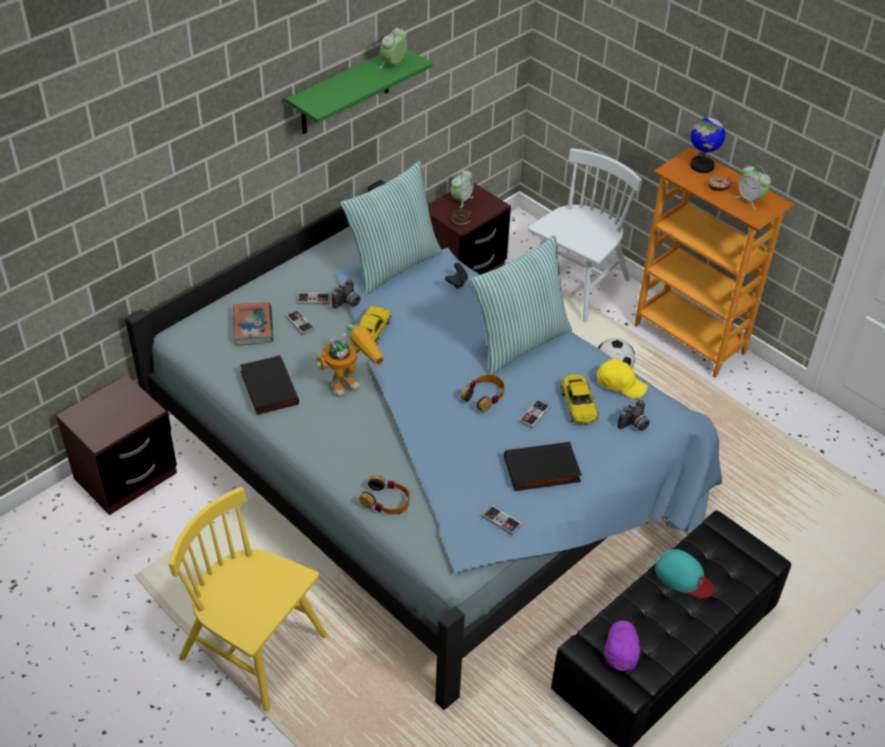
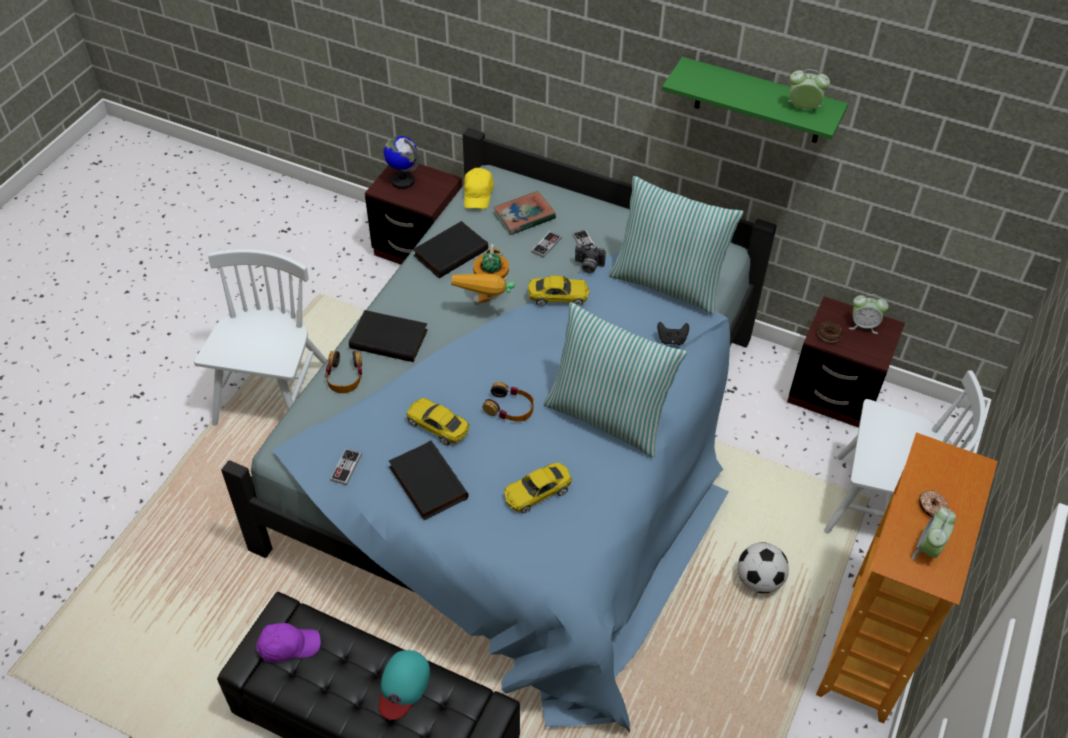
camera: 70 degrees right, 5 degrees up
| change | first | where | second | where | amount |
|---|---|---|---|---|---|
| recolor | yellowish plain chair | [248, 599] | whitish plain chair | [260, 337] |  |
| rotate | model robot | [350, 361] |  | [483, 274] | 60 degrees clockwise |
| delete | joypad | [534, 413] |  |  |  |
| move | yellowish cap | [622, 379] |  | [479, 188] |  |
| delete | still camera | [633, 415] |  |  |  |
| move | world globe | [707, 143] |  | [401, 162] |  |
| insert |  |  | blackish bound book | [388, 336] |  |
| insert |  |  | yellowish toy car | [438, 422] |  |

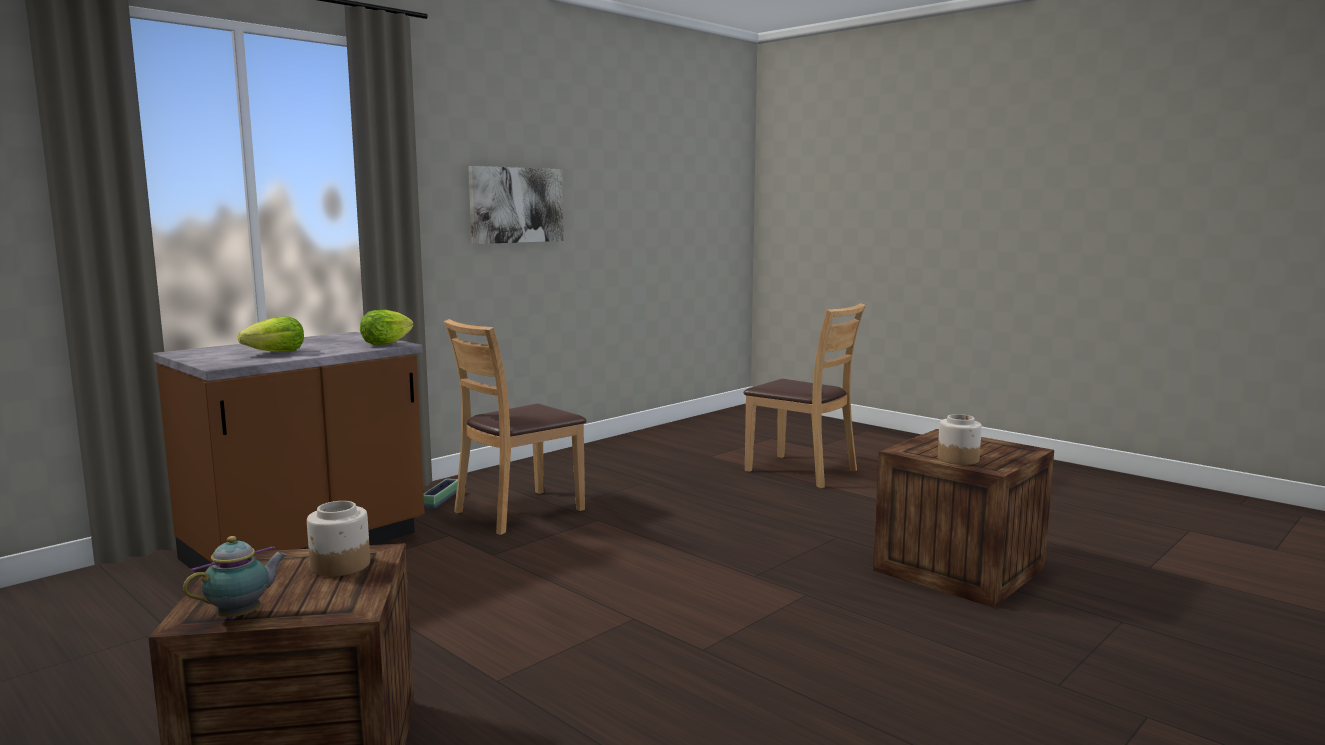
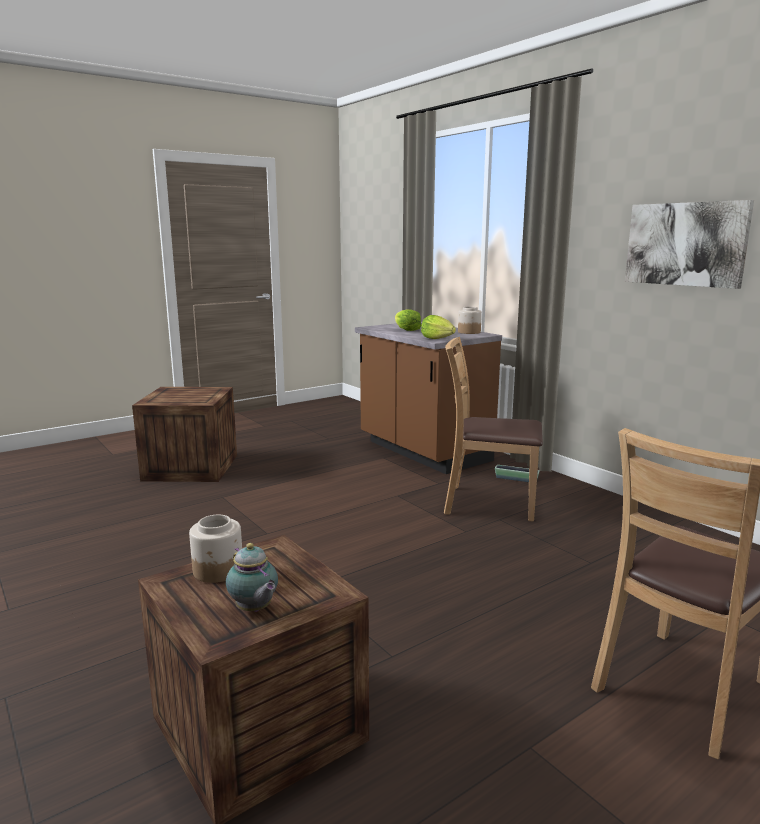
camera: 100 degrees right, 5 degrees up
| change | first | where | second | where | amount |
|---|---|---|---|---|---|
| move | pot for tea | [235, 578] |  | [252, 577] |  |
| move | storage jar | [338, 539] |  | [470, 320] |  |
| rotate | brown-coloured plain chair | [515, 427] |  | [493, 429] | 45 degrees counterclockwise |

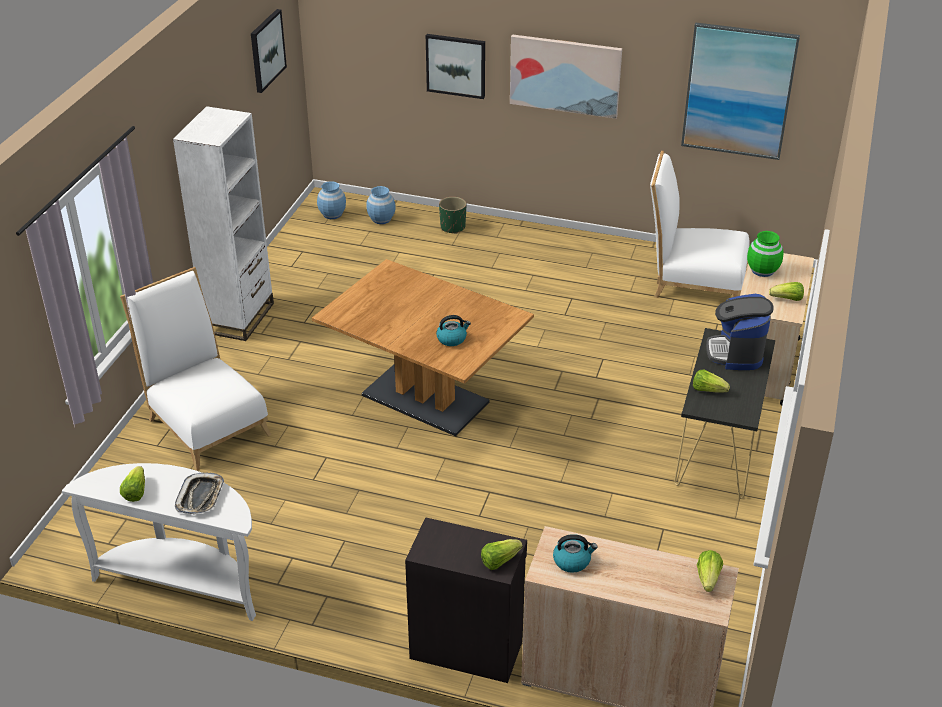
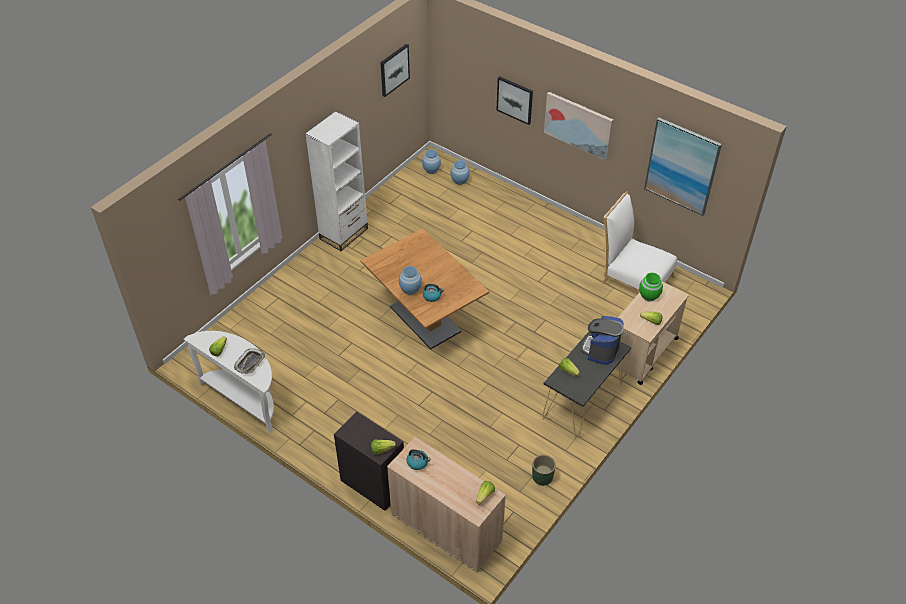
camera: 20 degrees right, 10 degrees up
| change | first | where | second | where | amount |
|---|---|---|---|---|---|
| delete | whitish plain chair | [195, 369] |  |  |  |
| move | green-coloured plant pot | [452, 215] |  | [544, 470] |  |
| insert |  |  | blue-coloured flower vase | [410, 280] |  |

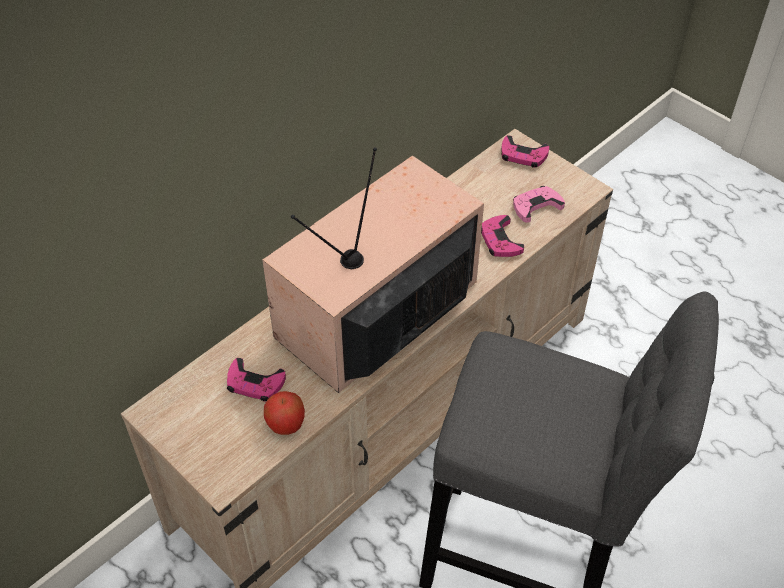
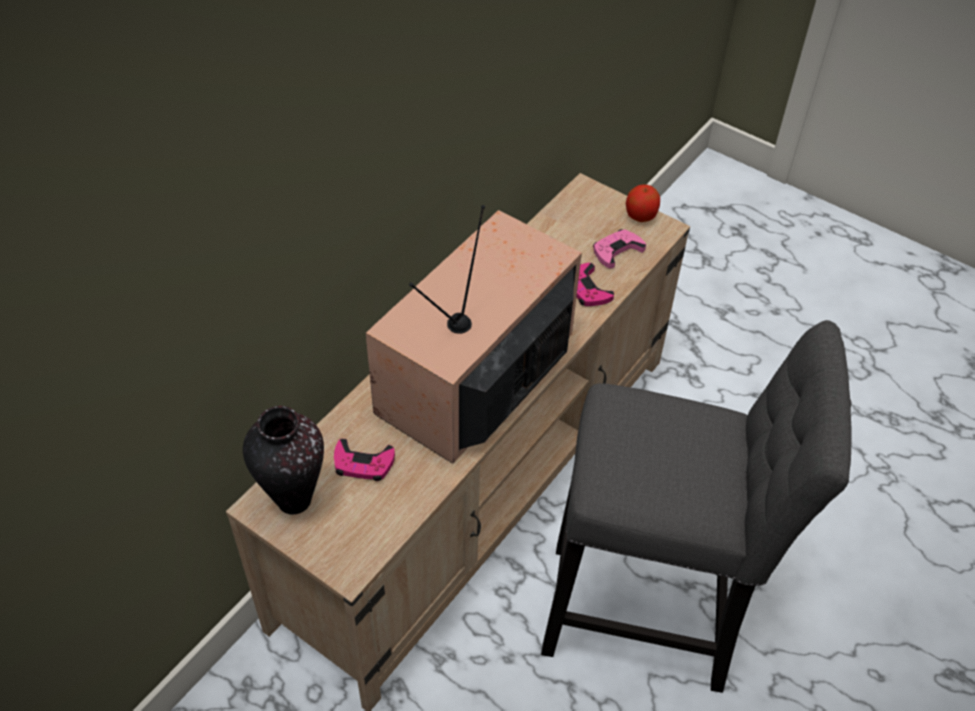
camera: 10 degrees left, 0 degrees up
| change | first | where | second | where | amount |
|---|---|---|---|---|---|
| move | apple fruit | [284, 413] |  | [643, 203] |  |
| delete | pinkish joypad | [525, 151] |  |  |  |
| insert |  |  | flower vase | [283, 460] |  |

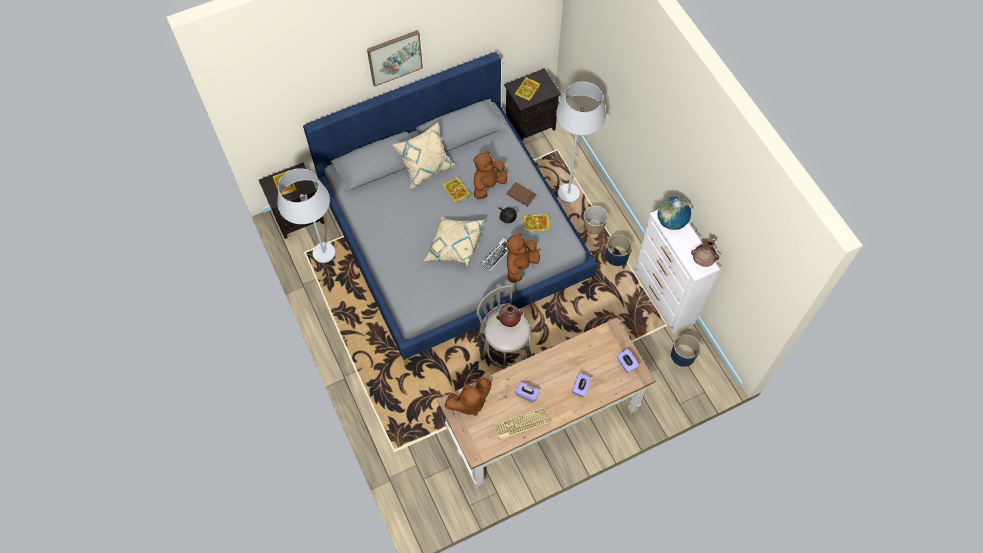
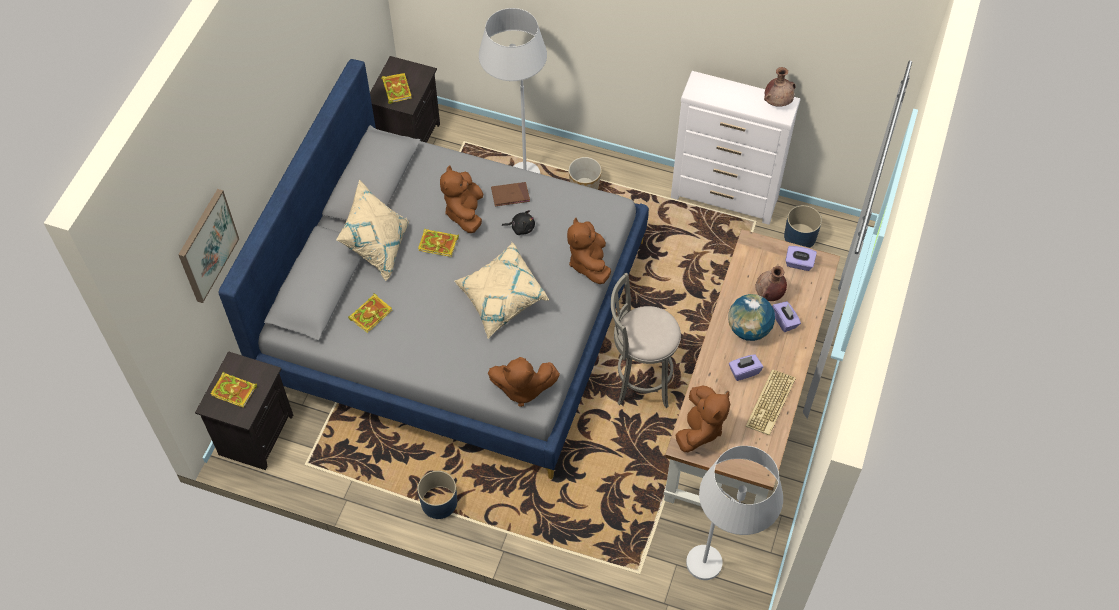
camera: 45 degrees left, 5 degrees down
| change | first | where | second | where | amount |
|---|---|---|---|---|---|
| move | whitish standing lamp | [306, 215] |  | [734, 513] |  |
| move | picture | [395, 58] |  | [208, 246] |  |
| delete | PC keyboard | [494, 255] |  |  |  |
| move | brown-coloured flower vase | [509, 315] |  | [771, 283] |  |
| move | bound book | [536, 223] |  | [370, 313] |  |
| move | blue-coloured plant pot | [618, 250] |  | [437, 495] |  |
| move | world globe | [674, 213] |  | [751, 317] |  |
| insert |  |  | brown-coloured cuddly toy | [524, 382] |  |

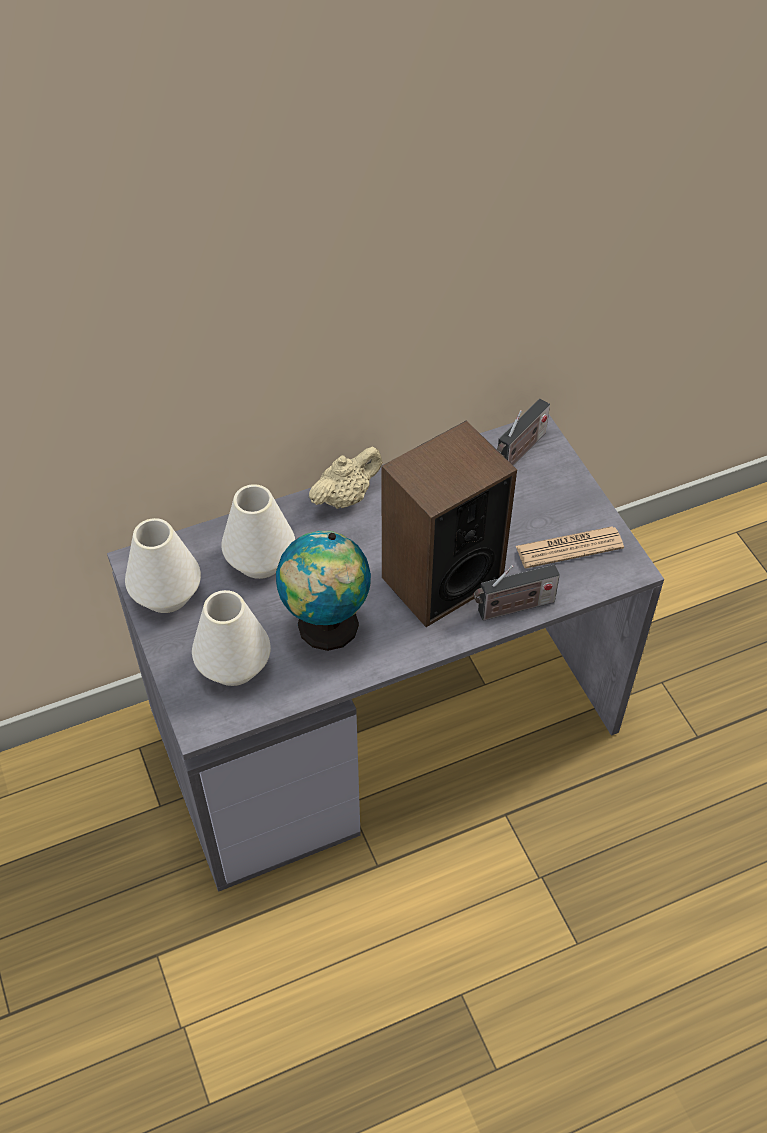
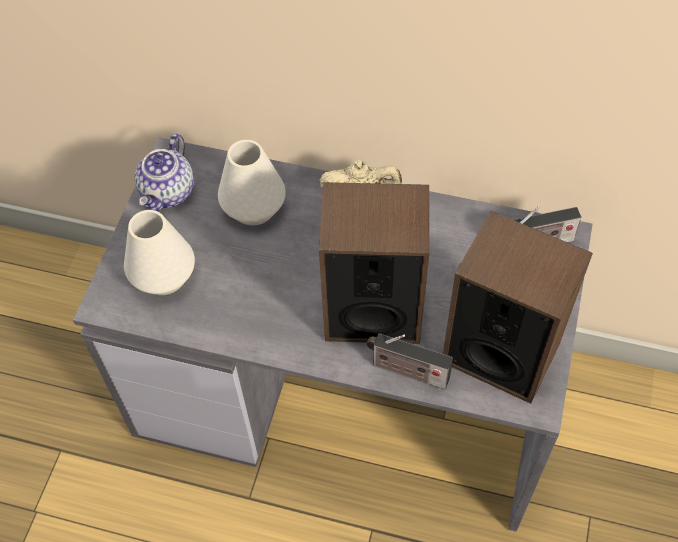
camera: 40 degrees right, 5 degrees up
| change | first | where | second | where | amount |
|---|---|---|---|---|---|
| replace | whitish flower vase | [163, 565] | pot for tea | [164, 172] |  |
| delete | world globe | [323, 591] |  |  |  |
| replace | printed paper | [570, 547] | audio speaker | [518, 307] |  |

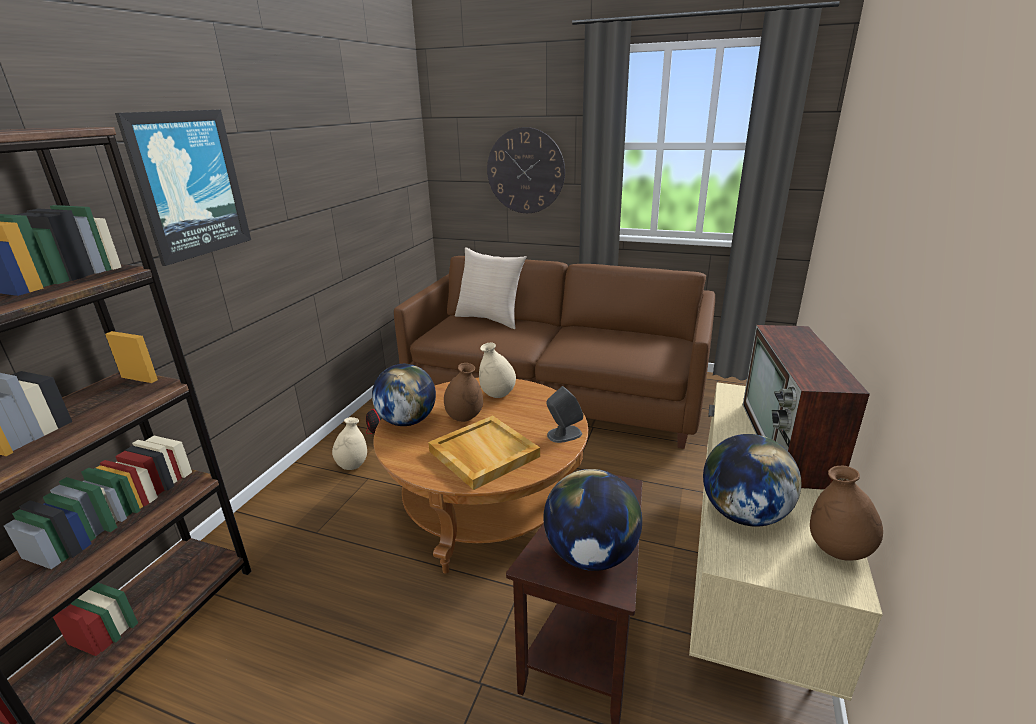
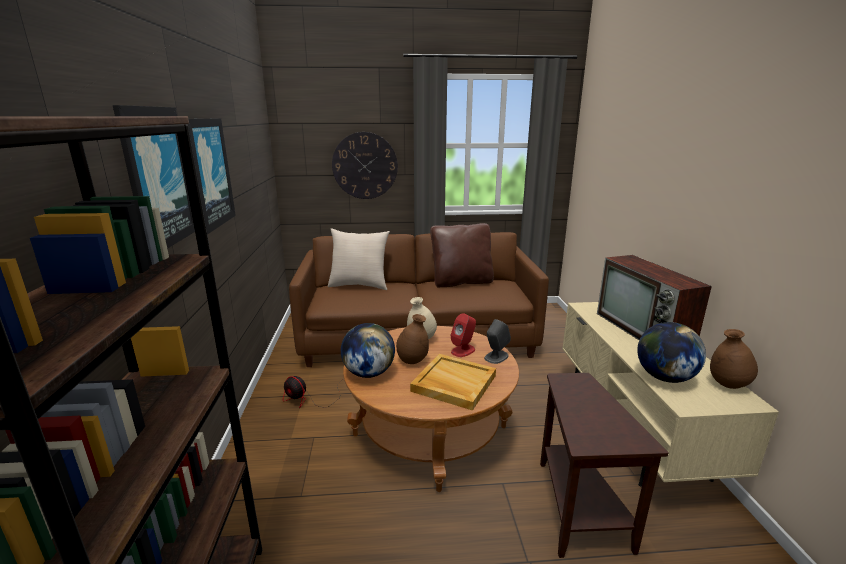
camera: 25 degrees left, 5 degrees down
| change | first | where | second | where | amount |
|---|---|---|---|---|---|
| delete | beige flower vase | [349, 443] |  |  |  |
| delete | world globe | [592, 520] |  |  |  |
| insert |  |  | picture | [212, 176] |  |
| insert |  |  | brown-coloured pillow | [462, 255] |  |
| insert |  |  | red audio speaker | [463, 335] |  |

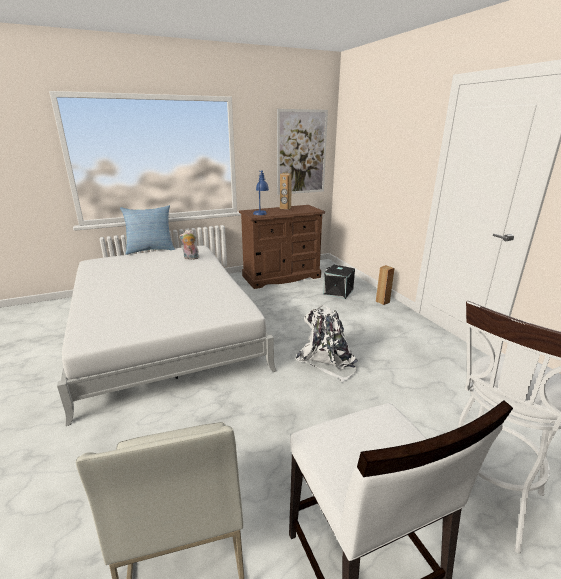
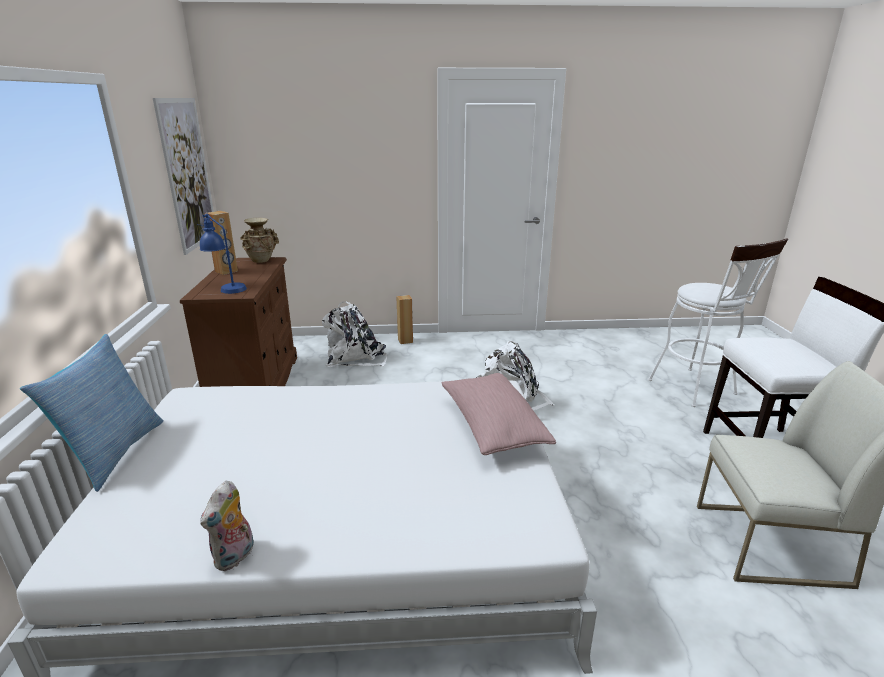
camera: 70 degrees left, 0 degrees up
| change | first | where | second | where | amount |
|---|---|---|---|---|---|
| move | cuddly toy | [189, 245] |  | [227, 526] |  |
| replace | blackish storage bin | [339, 282] | whitish backpack | [354, 334] |  |
| insert |  |  | beige flower vase | [259, 240] |  |
| insert |  |  | pinkish pillow | [499, 414] |  |

